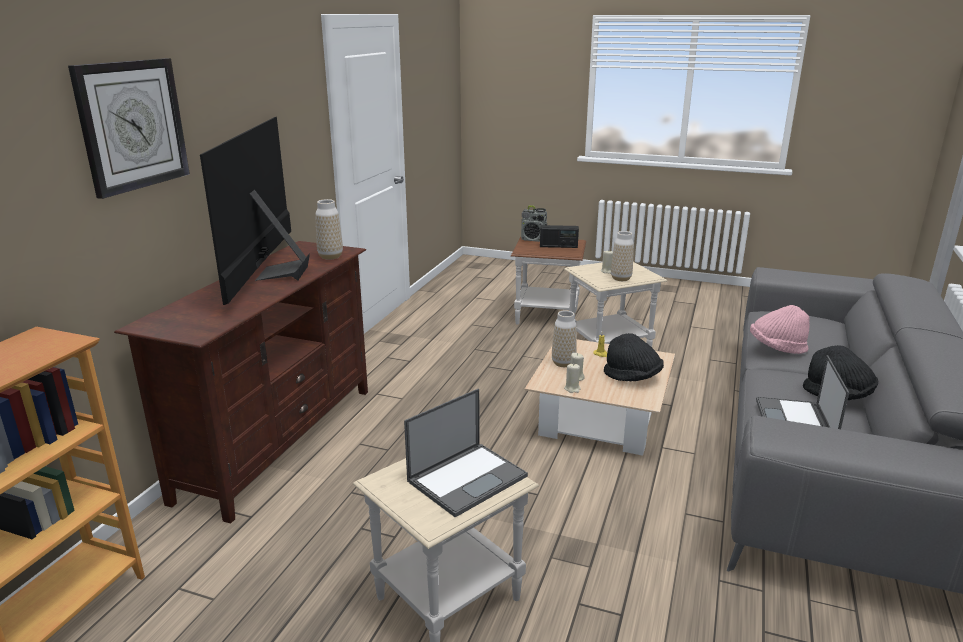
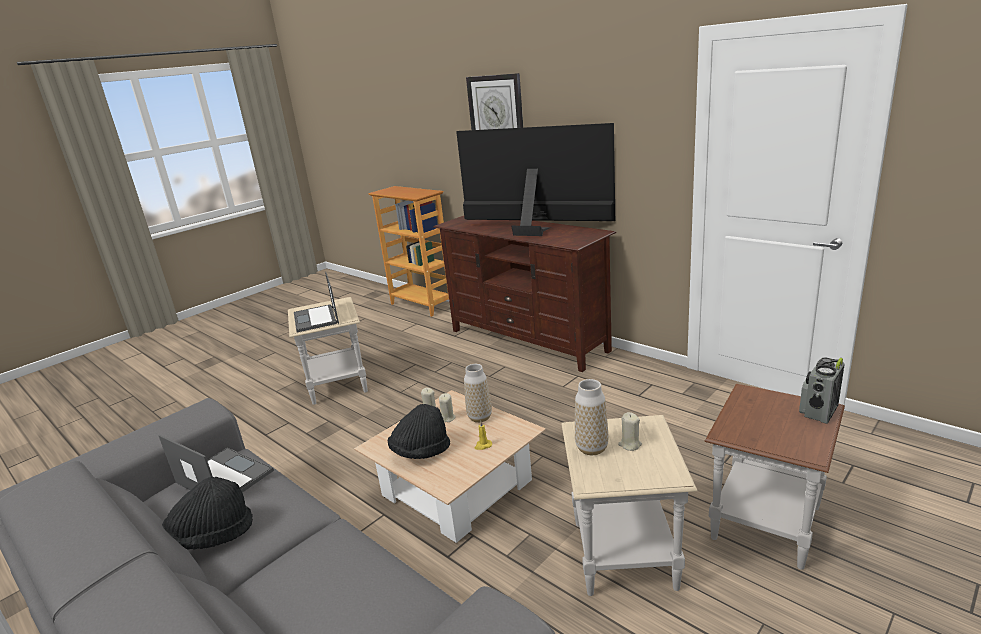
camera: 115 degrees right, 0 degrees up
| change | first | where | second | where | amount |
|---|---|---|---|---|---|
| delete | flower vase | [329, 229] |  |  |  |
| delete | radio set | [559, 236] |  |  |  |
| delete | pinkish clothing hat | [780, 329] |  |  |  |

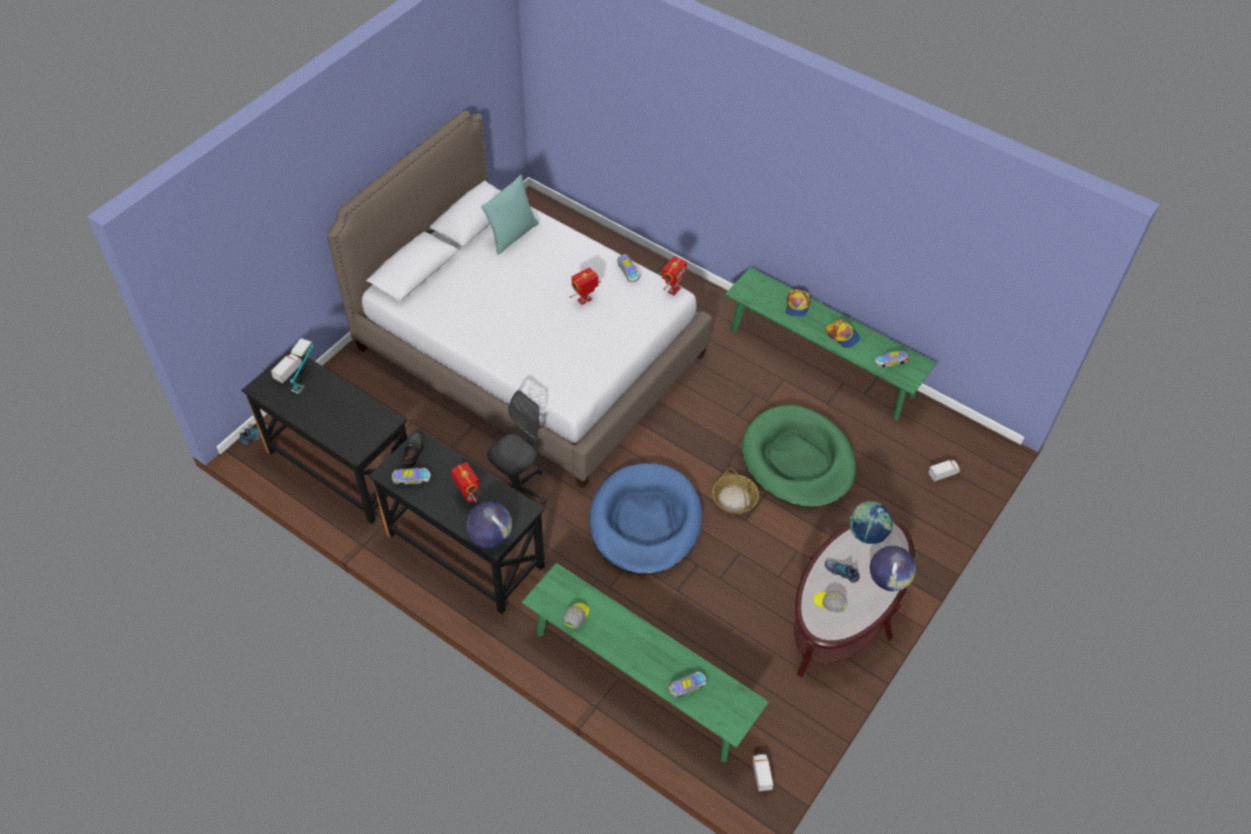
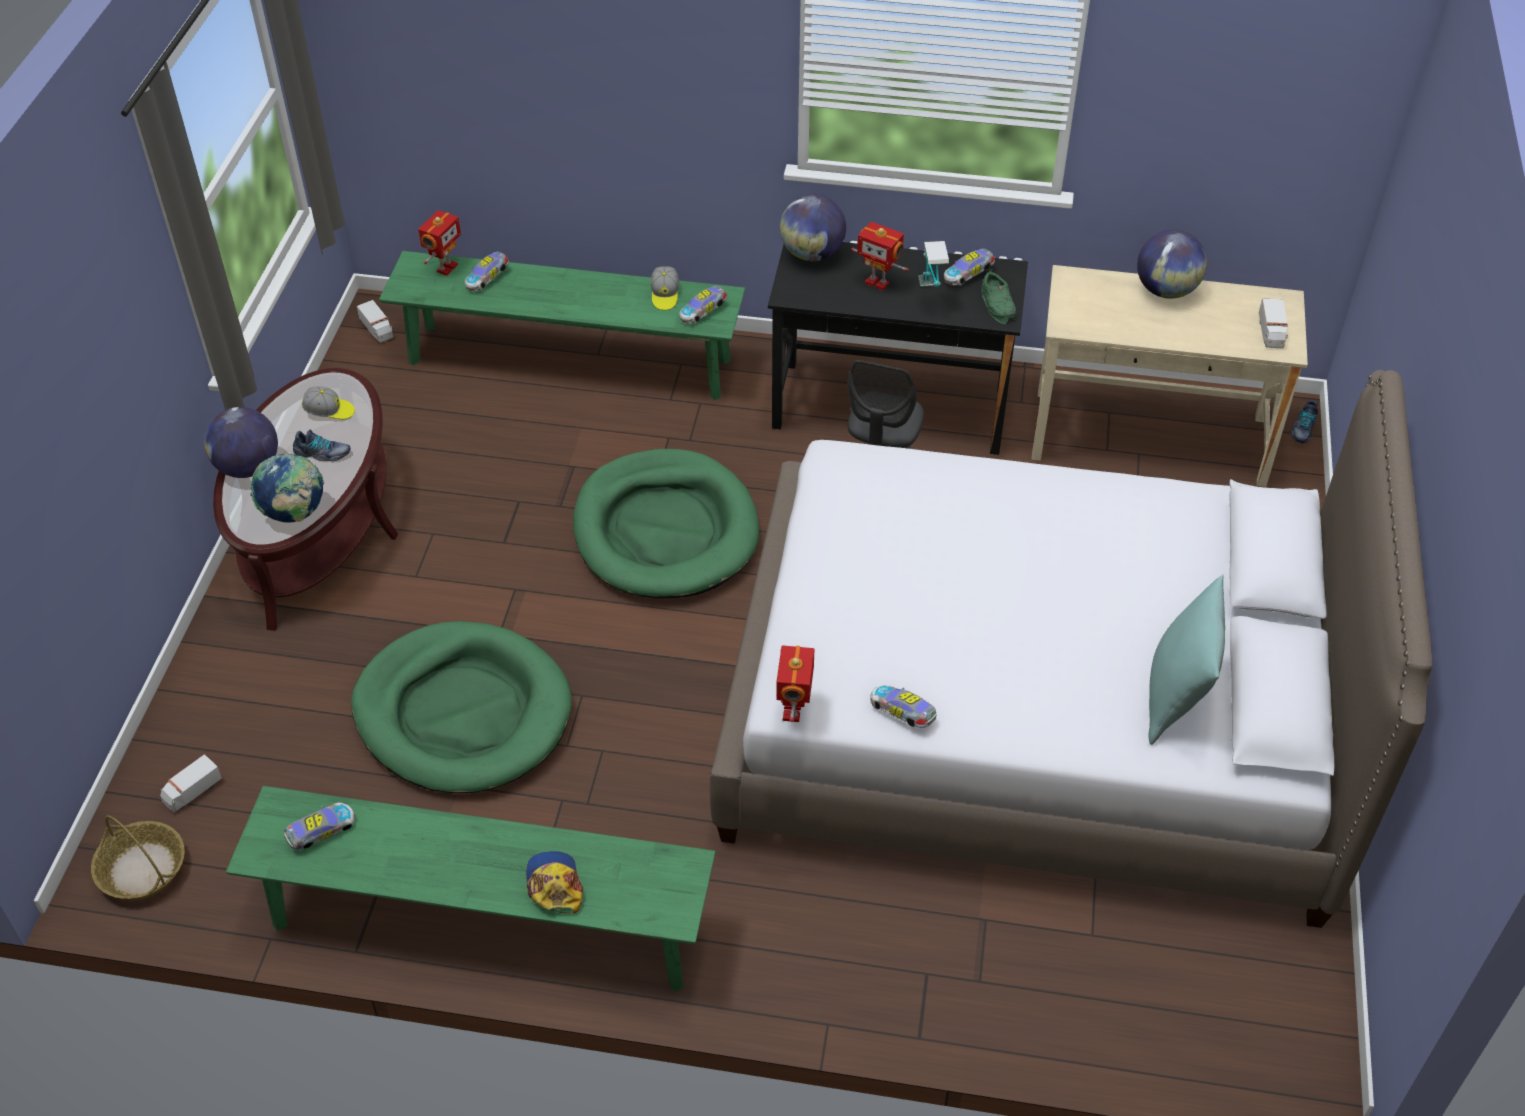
camera: 155 degrees right, 5 degrees down
| change | first | where | second | where | amount |
|---|---|---|---|---|---|
| recolor | blackish desk unit | [324, 435] | beige desk unit | [1170, 376] |  |
| move | table lamp | [302, 366] |  | [933, 264] |  |
| recolor | blackish shoe | [413, 450] | green-coloured shoe | [998, 296] |  |
| move | model robot | [585, 286] |  | [439, 243] |  |
| recolor | blue-coloured pet bed | [646, 519] | green-coloured pet bed | [666, 523] |  |
| move | basket | [735, 490] |  | [138, 857] |  |
| delete | cap | [843, 333] |  |  |  |
| insert |  |  | toy car | [703, 305] |  |
| insert |  |  | world globe | [1172, 264] |  |

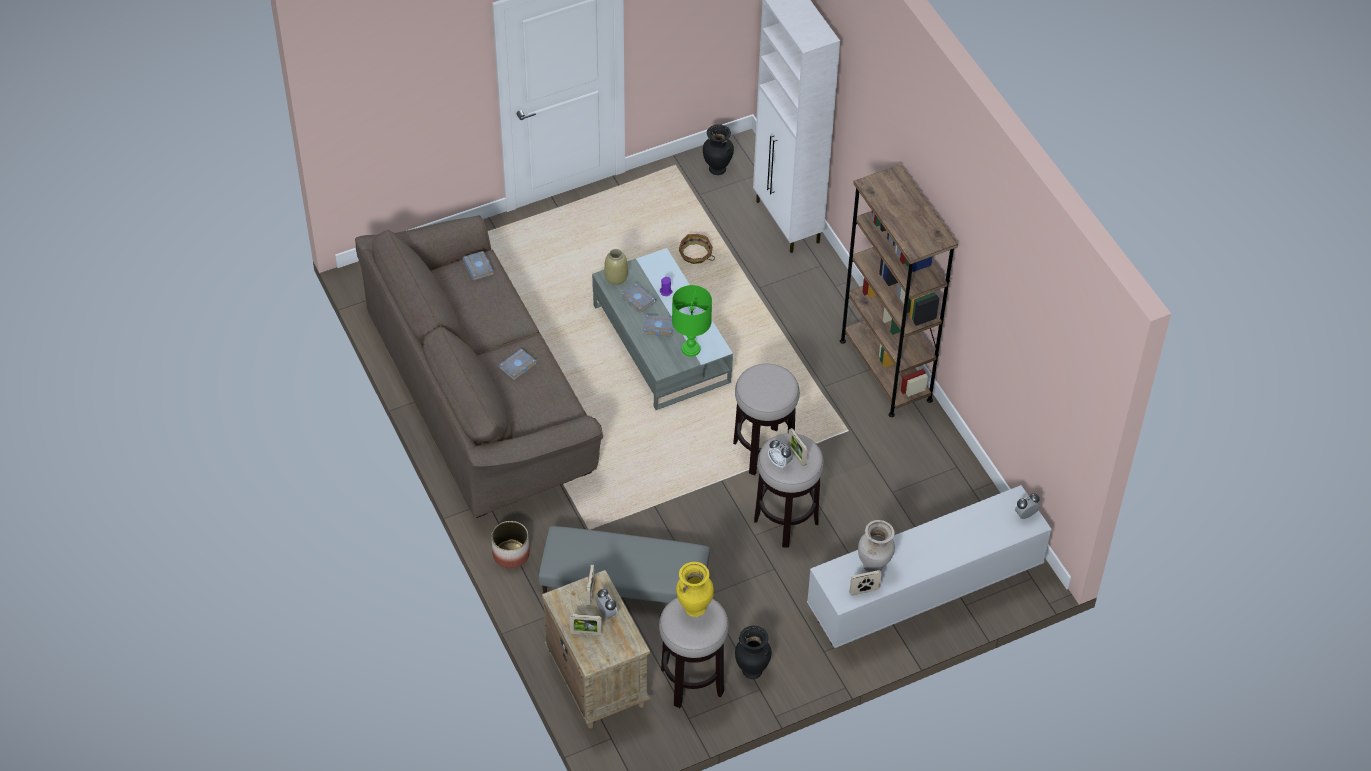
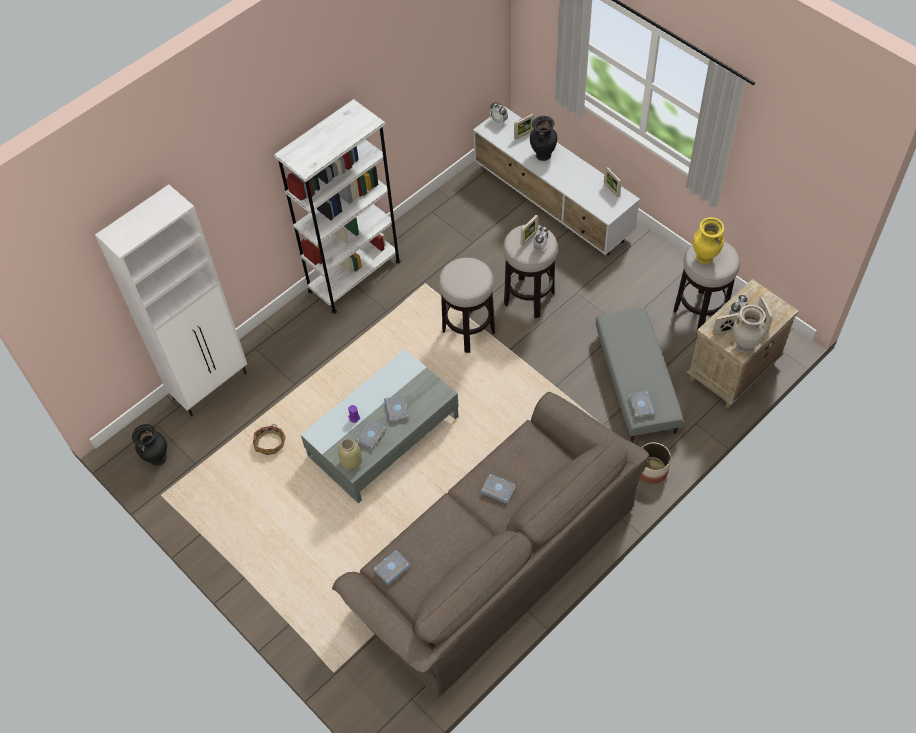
camera: 105 degrees left, 5 degrees up
| change | first | where | second | where | amount |
|---|---|---|---|---|---|
| delete | green-coloured table lamp | [692, 321] |  |  |  |
| move | blackish flower vase | [753, 652] |  | [543, 138] |  |
| recolor | brown-coloured shelving unit | [899, 291] | whitish shelving unit | [337, 206] |  |
| move | beige flower vase | [876, 546] |  | [749, 328] |  |
| insert |  |  | standing frame | [524, 127] |  |
| insert |  |  | grey bound book | [642, 405] |  |

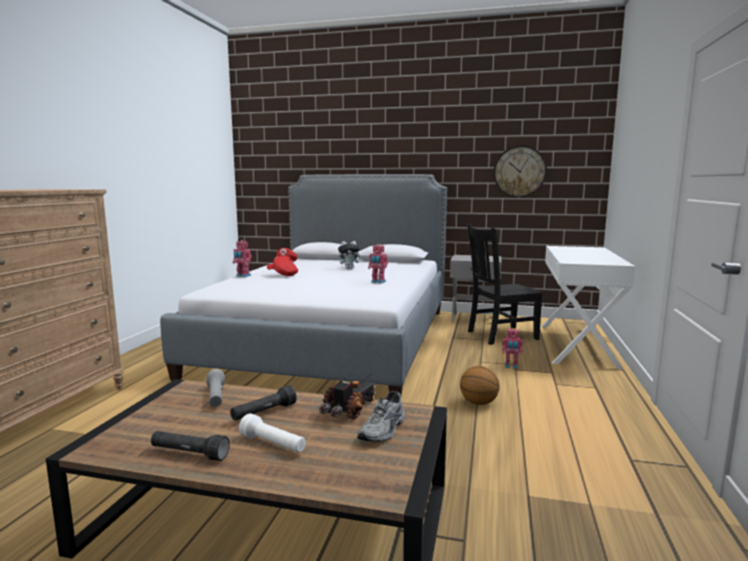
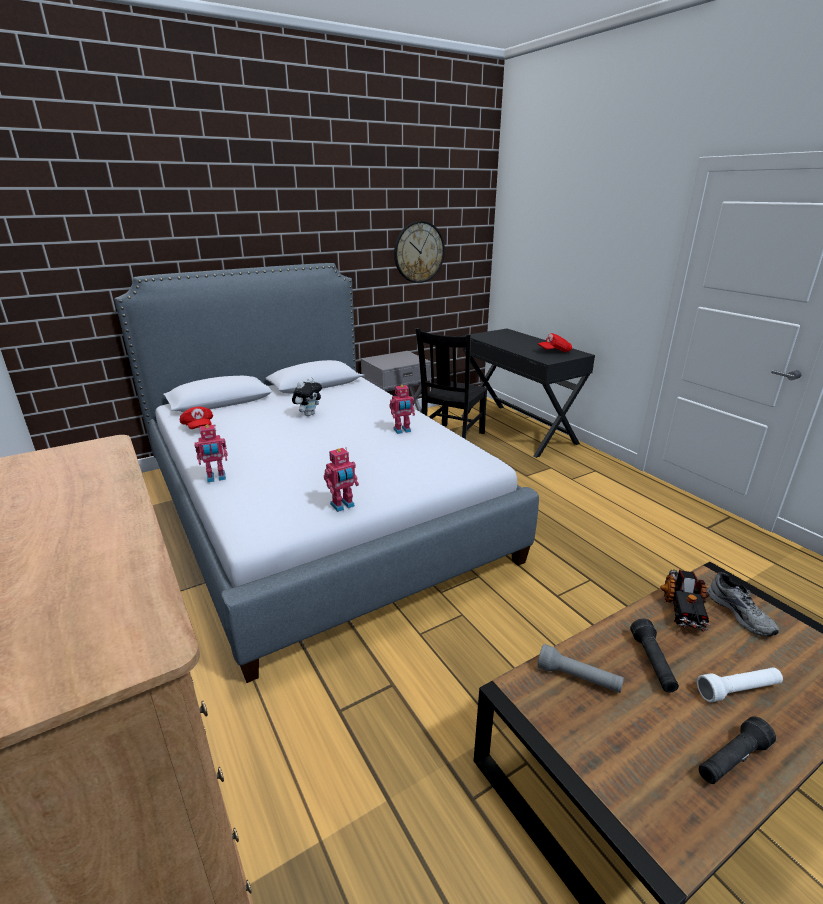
camera: 45 degrees left, 15 degrees up
| change | first | where | second | where | amount |
|---|---|---|---|---|---|
| move | red cap | [282, 266] |  | [555, 342] |  |
| rotate | toy truck | [348, 396] |  | [685, 600] | 150 degrees counterclockwise |
| delete | basketball | [479, 385] |  |  |  |
| move | model robot | [512, 348] |  | [341, 479] |  |
| recolor | whitish desk unit | [588, 308] | blackish desk unit | [528, 393] |  |

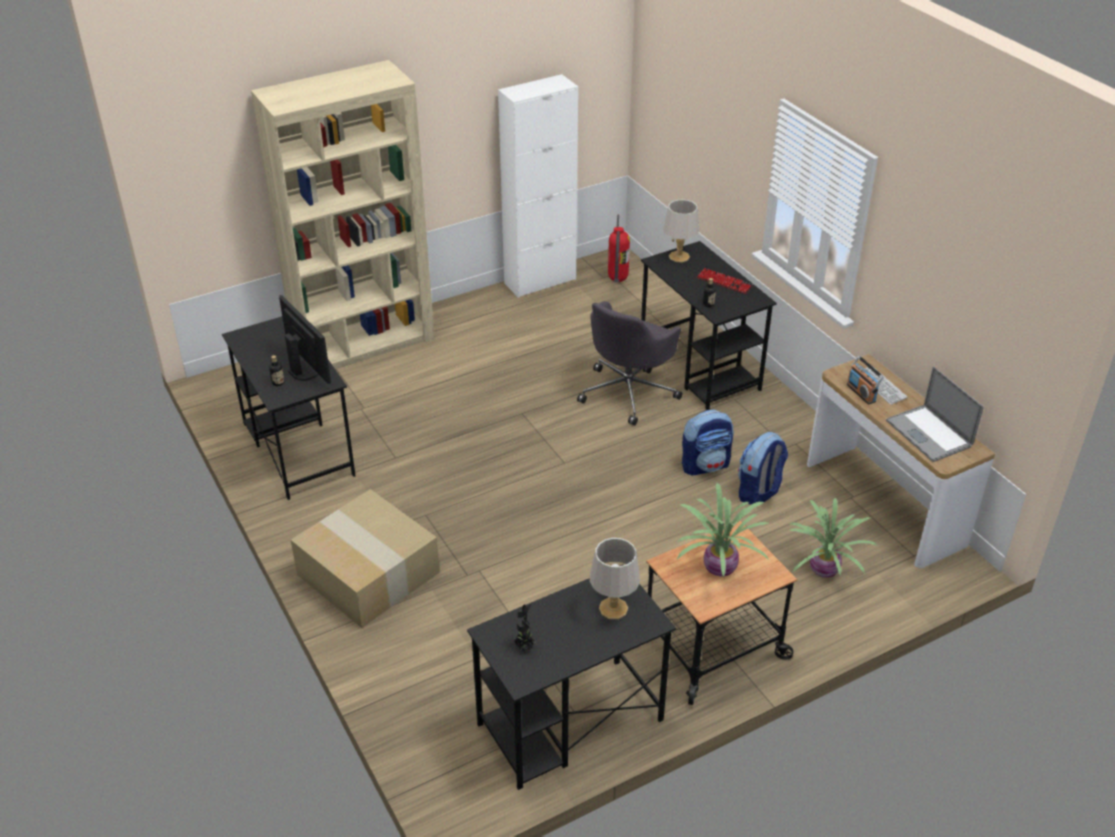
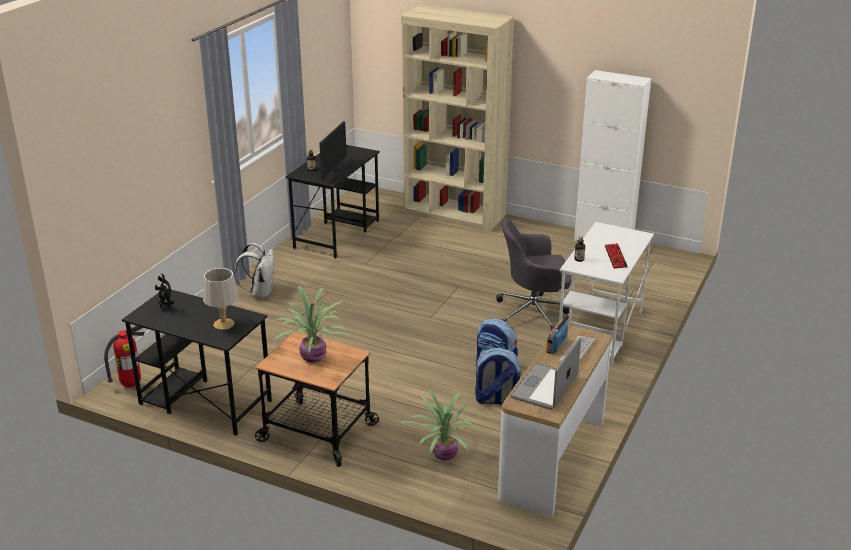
camera: 55 degrees right, 10 degrees down
| change | first | where | second | where | amount |
|---|---|---|---|---|---|
| replace | cardboard box | [365, 558] | whitish backpack | [254, 271] |  |
| move | extinguisher | [619, 248] |  | [124, 357] |  |
| recolor | blackish desk unit | [708, 325] | whitish desk unit | [606, 293] |  |
| delete | grey table lamp | [681, 230] |  |  |  |

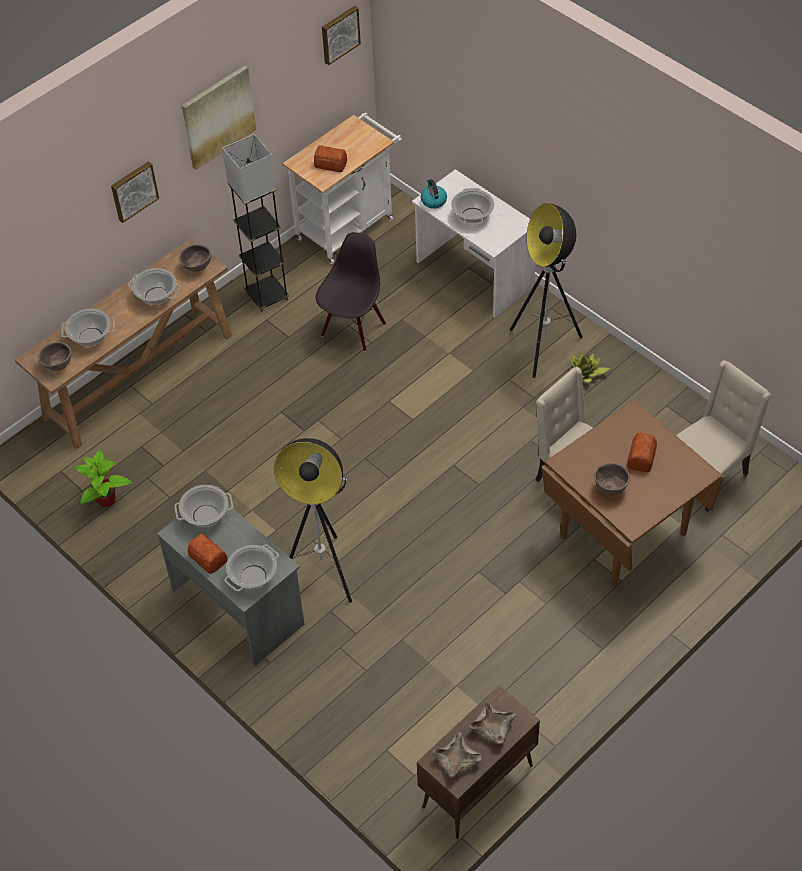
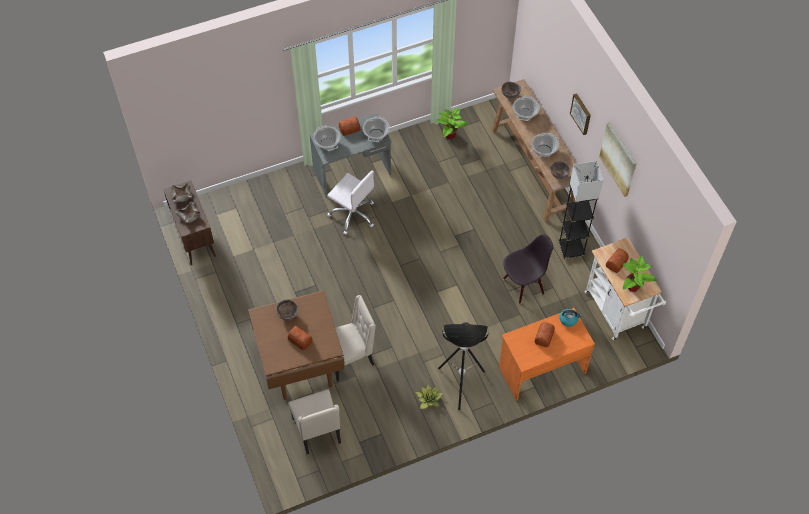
camera: 110 degrees right, 5 degrees up
| change | first | where | second | where | amount |
|---|---|---|---|---|---|
| replace | standing lamp | [313, 520] | whitish desk chair | [350, 203] |  |
| rotate | blackish plain chair | [350, 291] |  | [528, 269] | 75 degrees counterclockwise |
| delete | picture | [341, 35] |  |  |  |
| recolor | whitish desk unit | [473, 243] | orangey desk unit | [547, 354] |  |
| replace | saucepot | [472, 206] | bread | [545, 334] |  |
| insert |  |  | potted plant | [640, 274] |  |

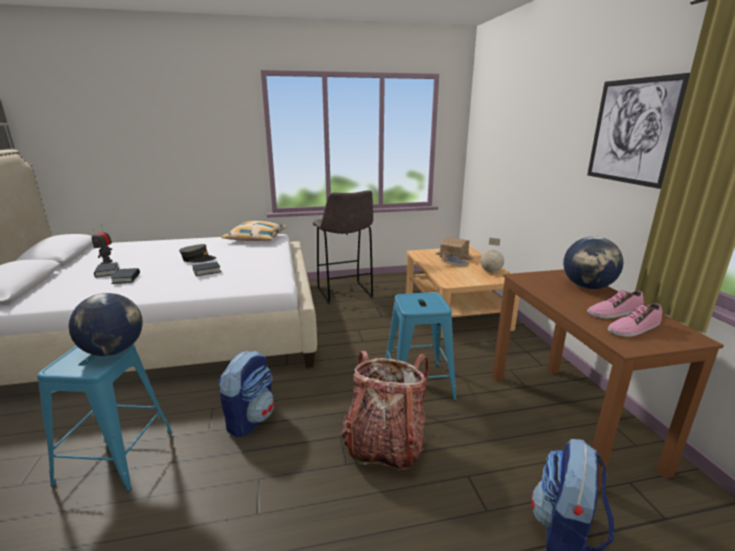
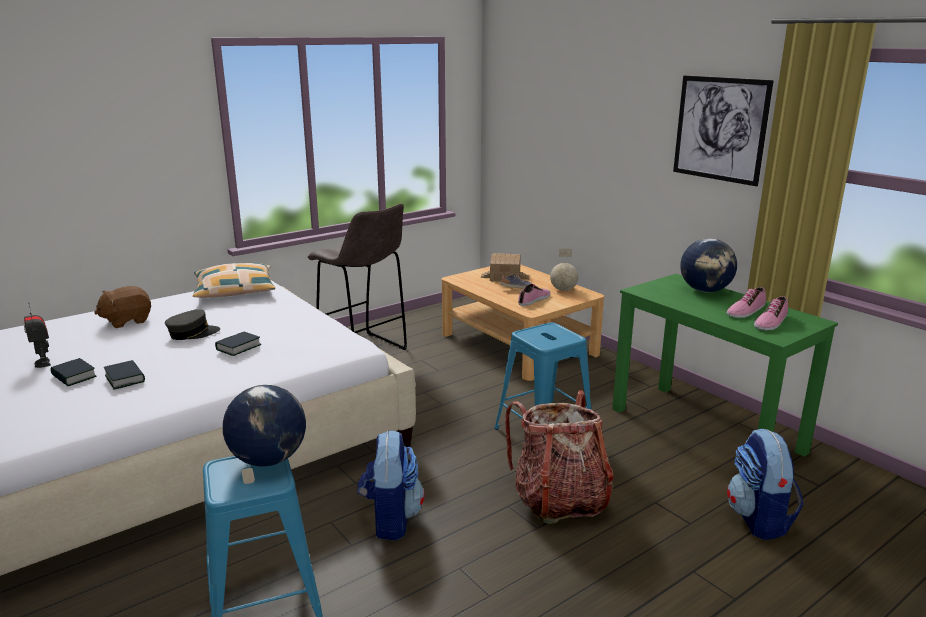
camera: 25 degrees left, 0 degrees up
| change | first | where | second | where | amount |
|---|---|---|---|---|---|
| recolor | brown-coloured desk unit | [608, 380] | green-coloured desk unit | [725, 365] |  |
| insert |  |  | brown-coloured cuddly toy | [122, 307] |  |
| insert |  |  | shoe | [534, 295] |  |

